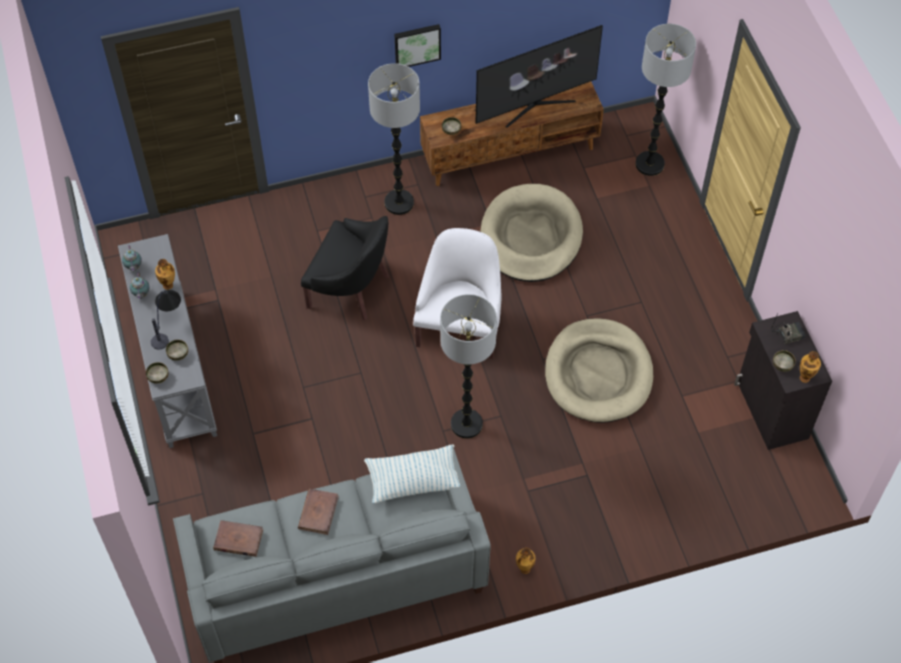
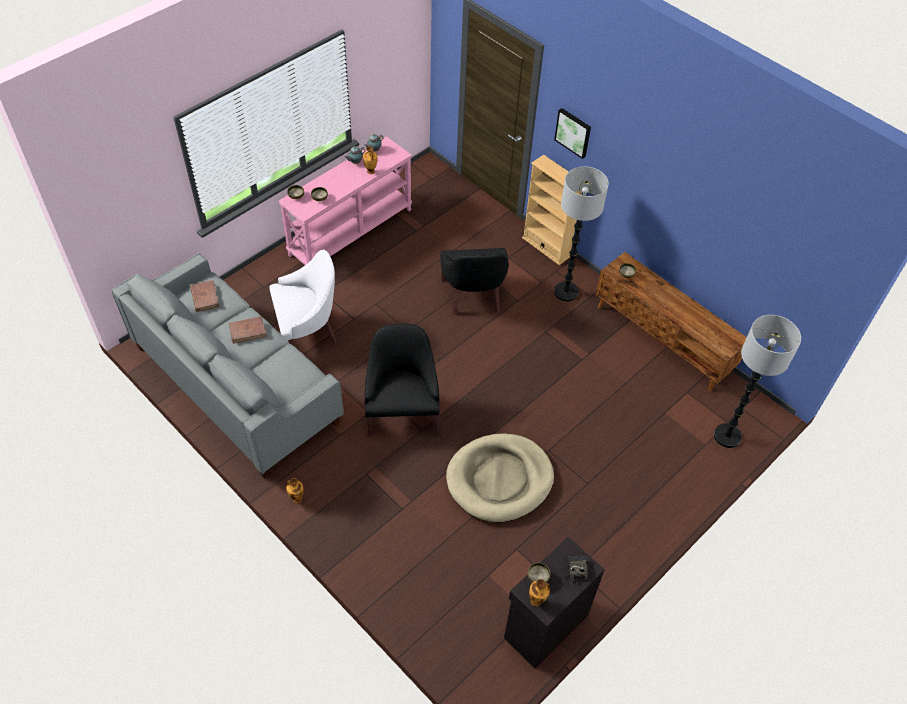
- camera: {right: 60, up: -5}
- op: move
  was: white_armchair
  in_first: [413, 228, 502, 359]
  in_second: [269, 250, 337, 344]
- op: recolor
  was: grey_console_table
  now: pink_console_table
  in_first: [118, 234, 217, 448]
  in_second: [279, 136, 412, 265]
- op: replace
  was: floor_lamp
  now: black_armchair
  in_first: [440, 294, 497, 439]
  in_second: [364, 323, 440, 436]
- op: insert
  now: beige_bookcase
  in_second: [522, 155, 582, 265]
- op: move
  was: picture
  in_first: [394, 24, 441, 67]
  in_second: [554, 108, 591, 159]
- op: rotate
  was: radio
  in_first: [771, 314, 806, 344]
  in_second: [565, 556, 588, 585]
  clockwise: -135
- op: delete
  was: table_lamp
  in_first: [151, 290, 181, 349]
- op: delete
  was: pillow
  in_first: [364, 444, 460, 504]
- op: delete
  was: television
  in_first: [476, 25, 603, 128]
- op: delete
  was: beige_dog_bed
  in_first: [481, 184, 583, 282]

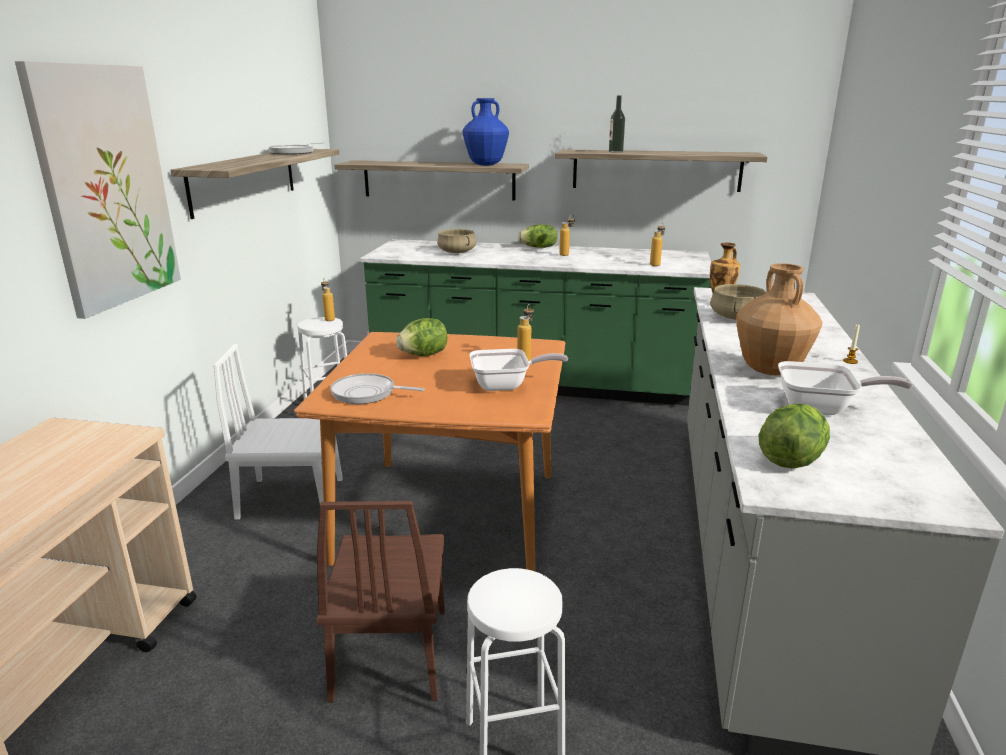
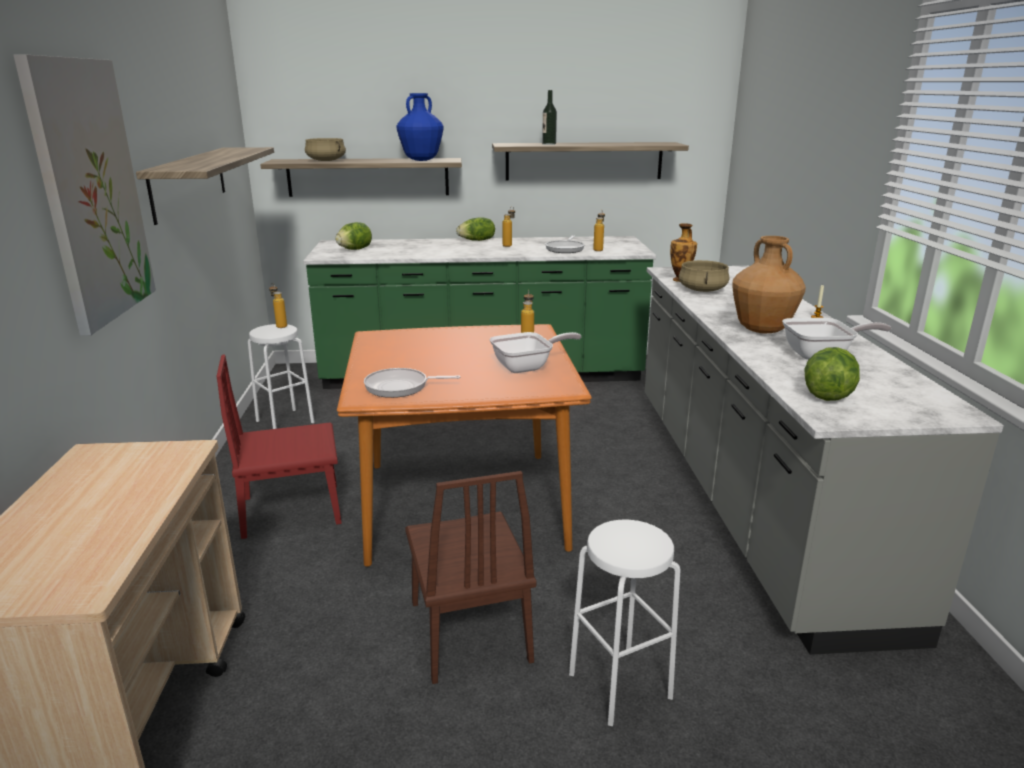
- camera: {right: -15, up: 0}
- op: recolor
  was: white_chair
  now: red_chair
  in_first: [213, 344, 343, 520]
  in_second: [216, 354, 342, 539]
- op: move
  was: beige_cooking_pot
  in_first: [437, 229, 476, 253]
  in_second: [305, 138, 346, 161]
- op: move
  was: lettuce
  in_first: [396, 318, 448, 356]
  in_second: [335, 222, 372, 250]
- op: move
  was: frying_pan
  in_first: [268, 142, 325, 155]
  in_second: [545, 235, 584, 253]

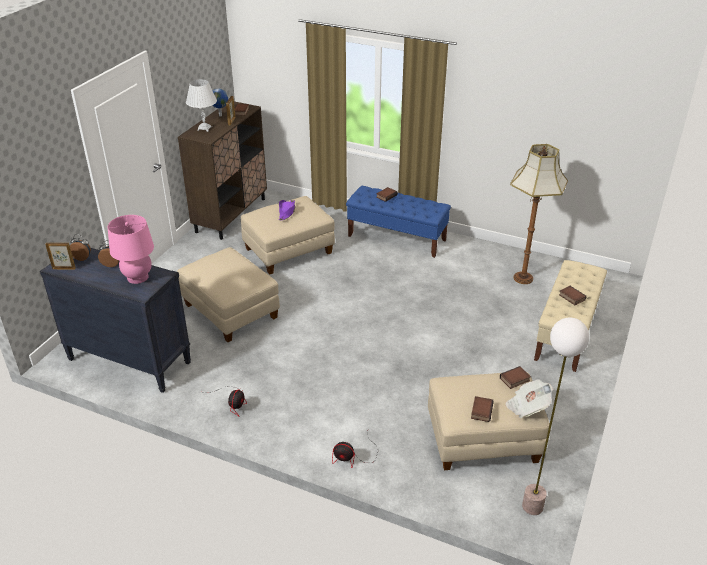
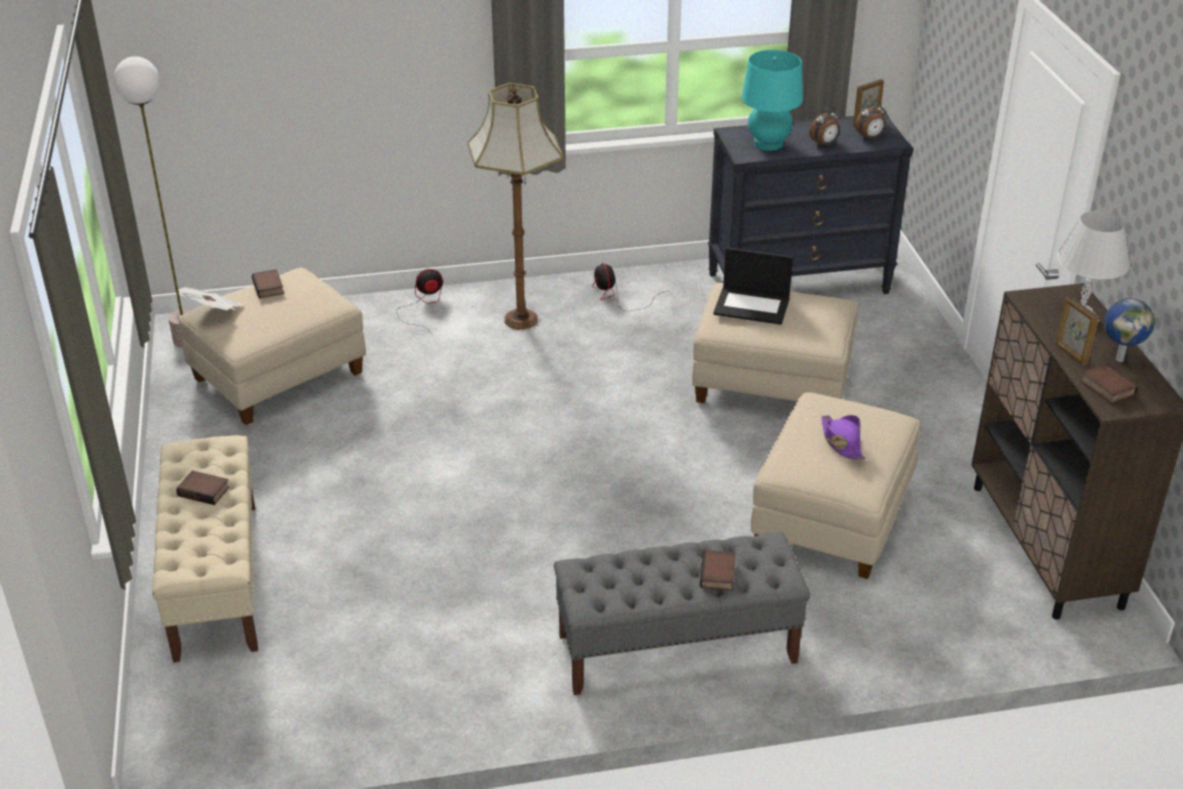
- camera: {right: 145, up: 0}
- op: move
  was: floor_lamp
  in_first: [510, 144, 568, 284]
  in_second: [468, 83, 563, 329]
- op: recolor
  was: blue_bench
  now: grey_bench
  in_first: [346, 186, 451, 258]
  in_second: [554, 532, 810, 695]
- op: insert
  now: laptop
  in_second: [713, 247, 793, 325]
- op: recolor
  was: pink_table_lamp
  now: turquoise_table_lamp
  in_first: [108, 215, 154, 284]
  in_second: [742, 50, 803, 151]
- op: delete
  was: book
  in_first: [500, 366, 531, 389]

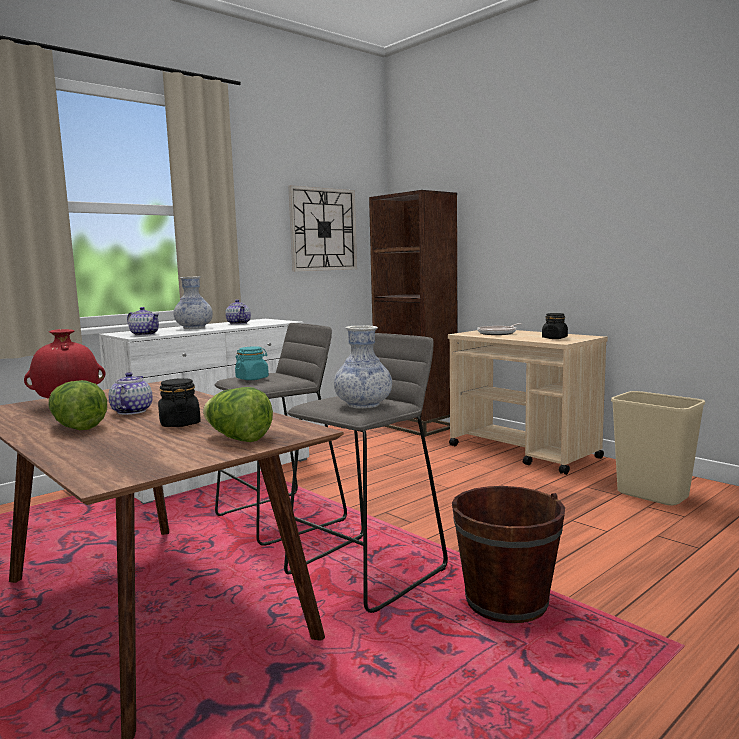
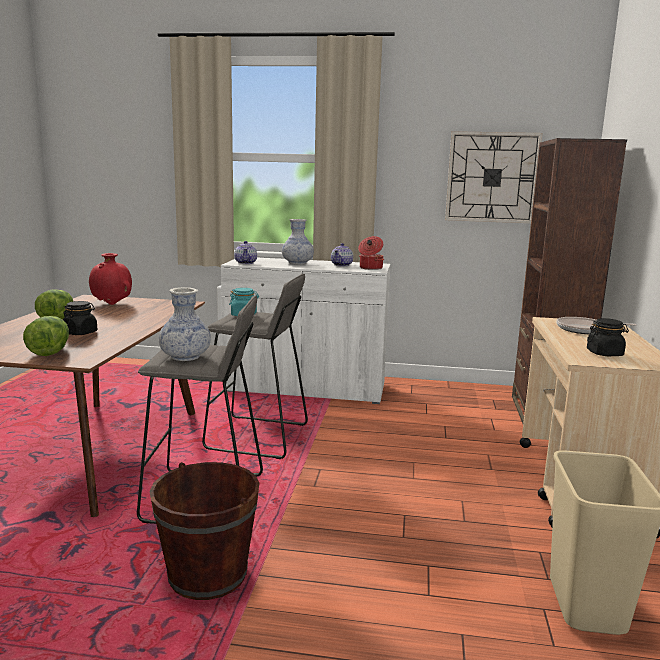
- camera: {right: 50, up: 5}
- op: insert
  now: cooking_pot
  in_second: [358, 236, 384, 270]
- op: delete
  was: teapot
  in_first: [108, 372, 153, 415]

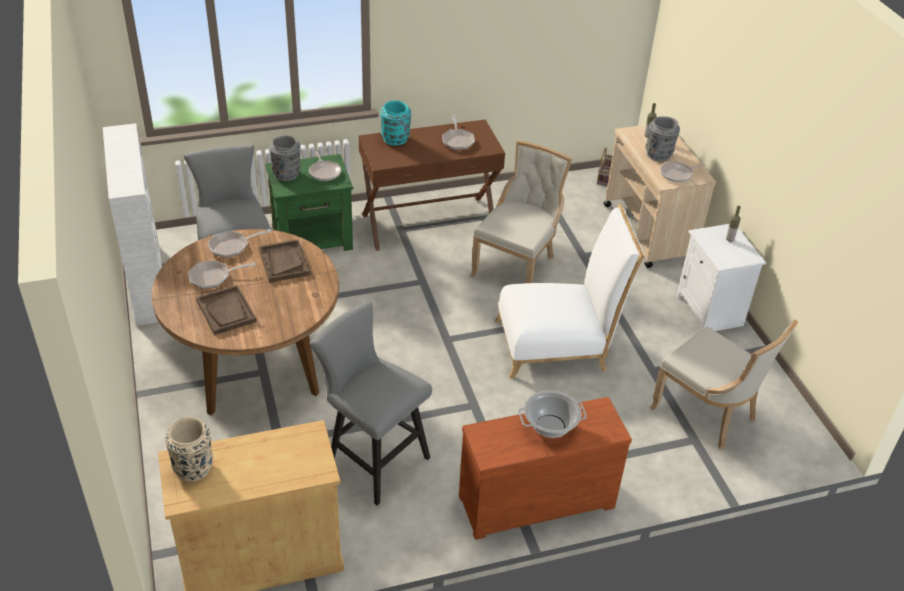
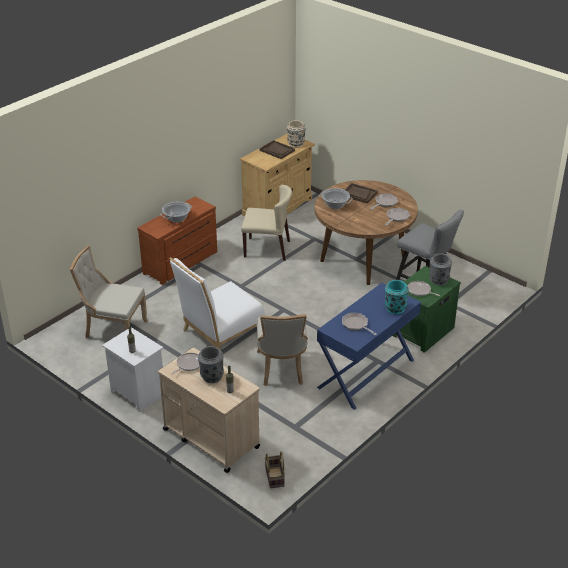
- camera: {right: 150, up: -5}
- op: replace
  was: grey_stool
  now: beige_chair
  in_first: [310, 300, 432, 506]
  in_second: [241, 185, 292, 261]
- op: move
  was: brown_tray
  in_first: [258, 239, 311, 283]
  in_second: [259, 140, 295, 159]
- op: recolor
  was: brown_console_table
  now: blue_console_table
  in_first: [358, 119, 505, 251]
  in_second: [317, 283, 421, 410]
- op: insert
  now: cooking_pot
  in_second: [319, 188, 353, 209]
- op: delete
  was: white_bookcase
  in_first: [103, 123, 162, 326]

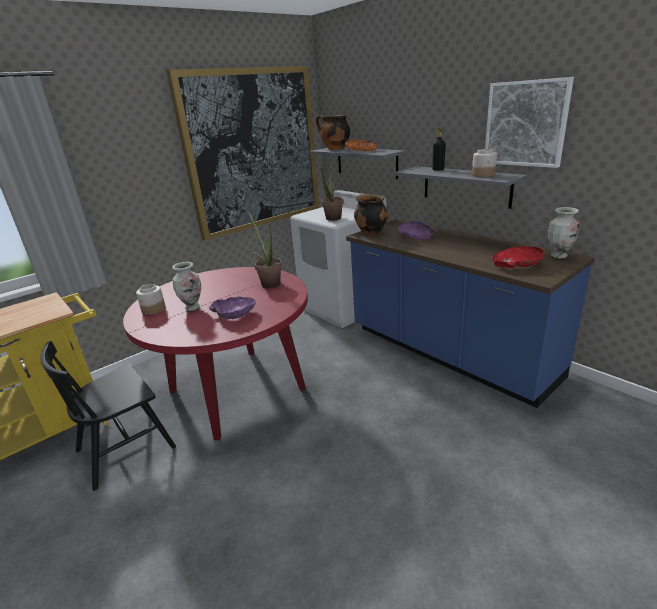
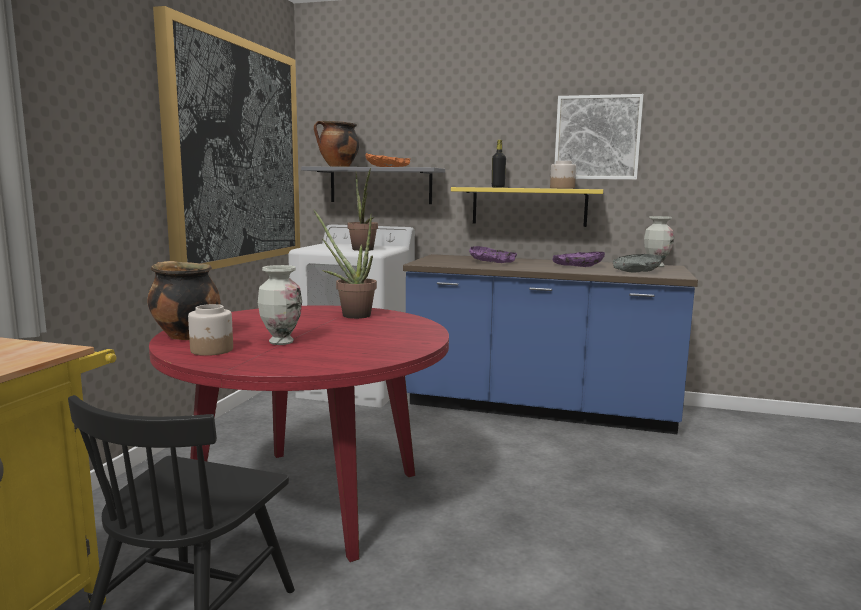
- camera: {right: -35, up: -15}
- op: move
  was: cooking_pot
  in_first: [354, 194, 388, 235]
  in_second: [147, 261, 220, 340]
- op: recolor
  was: grey_shelf
  now: yellow_shelf
  in_first: [394, 166, 528, 209]
  in_second: [451, 187, 603, 227]
- op: move
  was: purple_bowl
  in_first: [209, 297, 255, 319]
  in_second: [552, 252, 605, 267]
- op: recolor
  was: red_bowl
  now: grey_bowl
  in_first: [492, 246, 545, 268]
  in_second: [613, 254, 662, 272]

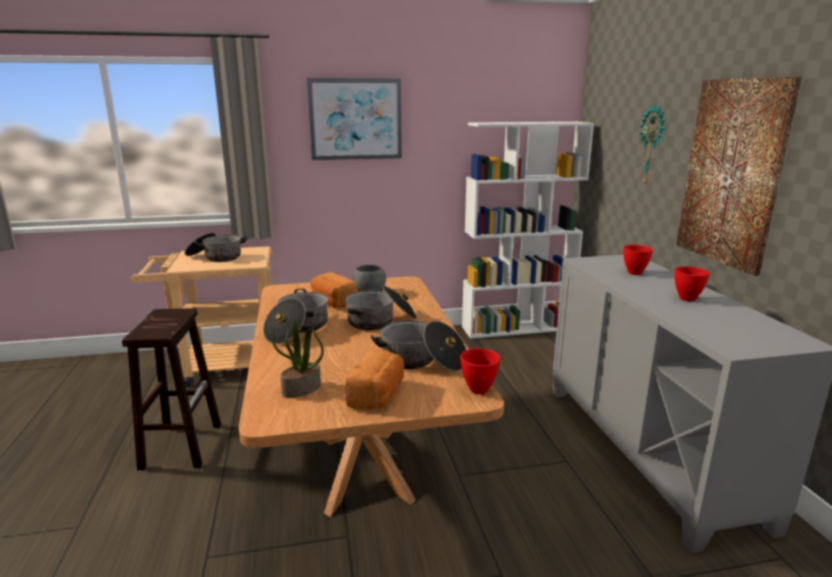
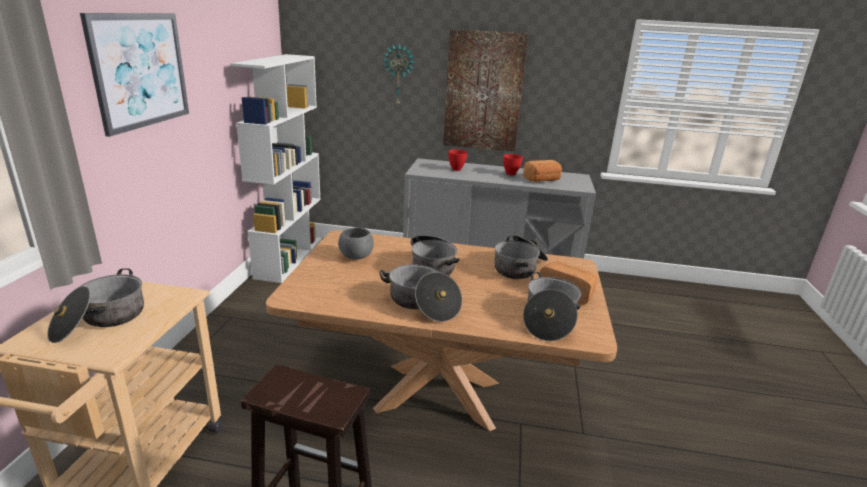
- camera: {right: -70, up: 5}
- op: move
  was: bread
  in_first: [311, 272, 358, 308]
  in_second: [523, 160, 562, 182]
- op: replace
  was: potted_plant
  now: cooking_pot
  in_first: [272, 318, 324, 398]
  in_second: [523, 272, 581, 341]
- op: delete
  was: red_bowl
  in_first: [460, 348, 500, 394]

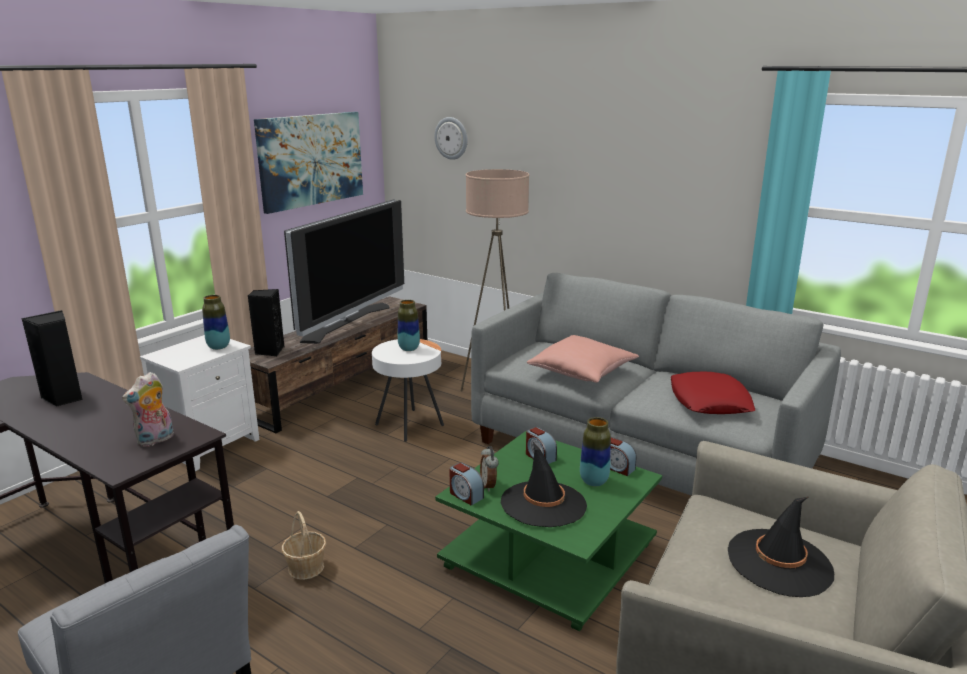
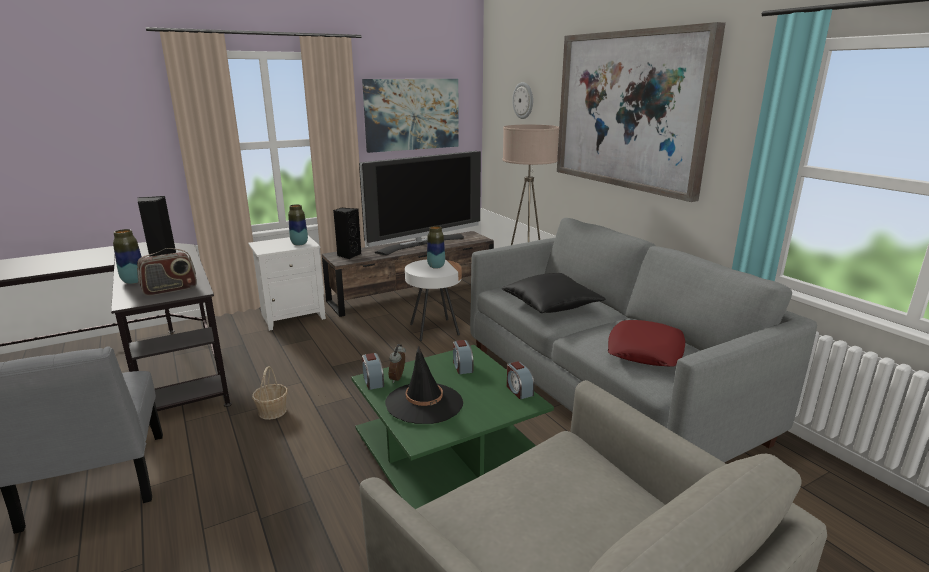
- camera: {right: 25, up: 0}
- op: move
  was: vase
  in_first: [580, 417, 611, 486]
  in_second: [113, 229, 142, 284]
- op: replace
  was: plush_toy
  now: radio
  in_first: [122, 372, 174, 447]
  in_second: [137, 248, 197, 296]
- op: recolor
  was: pink_pillow
  now: black_pillow
  in_first: [527, 335, 639, 383]
  in_second: [502, 273, 605, 313]
- op: insert
  now: picture
  in_second: [557, 22, 726, 202]
- op: delete
  was: black_hat
  in_first: [728, 497, 834, 597]

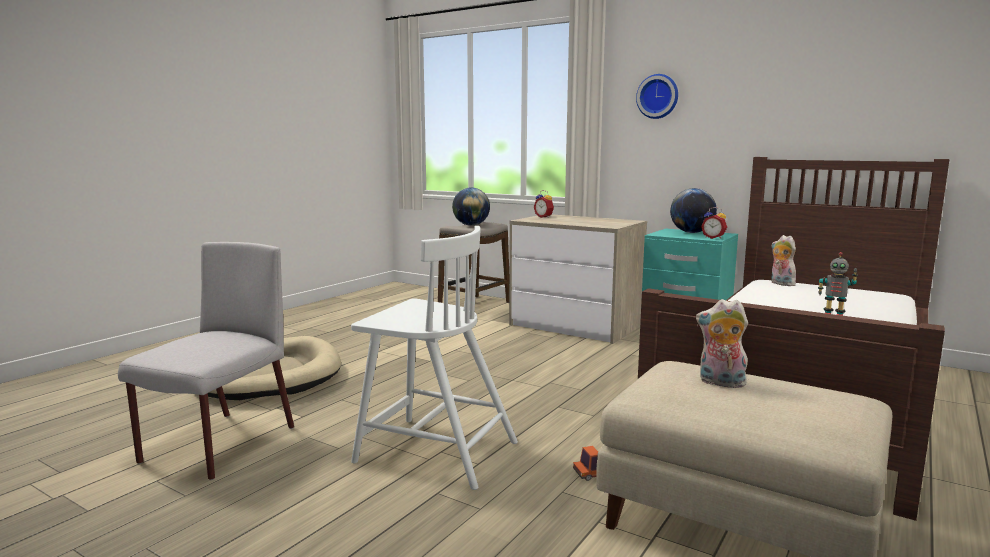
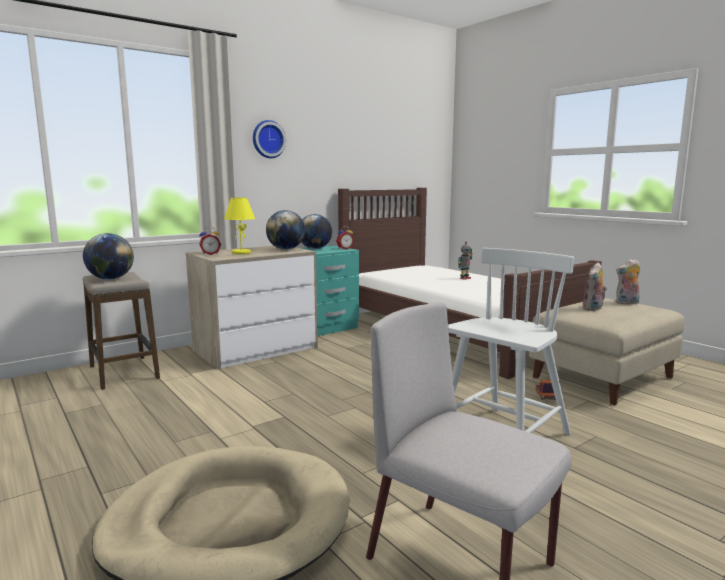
- camera: {right: -70, up: 0}
- op: insert
  now: yellow_table_lamp
  in_second: [224, 198, 255, 254]
- op: insert
  now: globe
  in_second: [266, 210, 305, 250]
- op: move
  was: plush_toy
  in_first: [771, 235, 797, 286]
  in_second: [616, 259, 640, 304]

